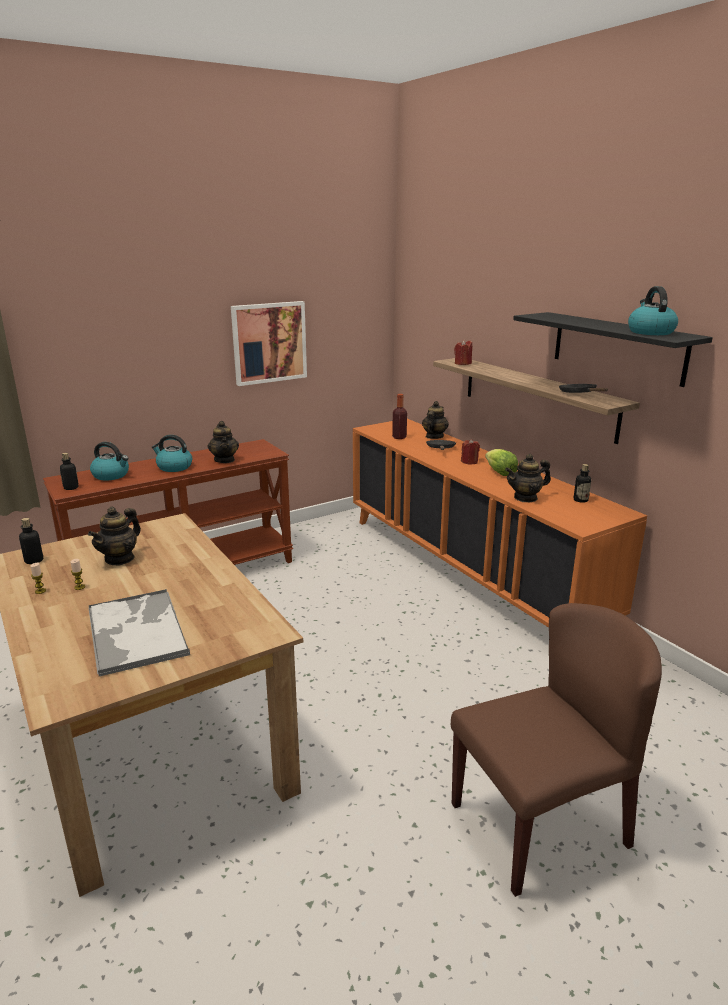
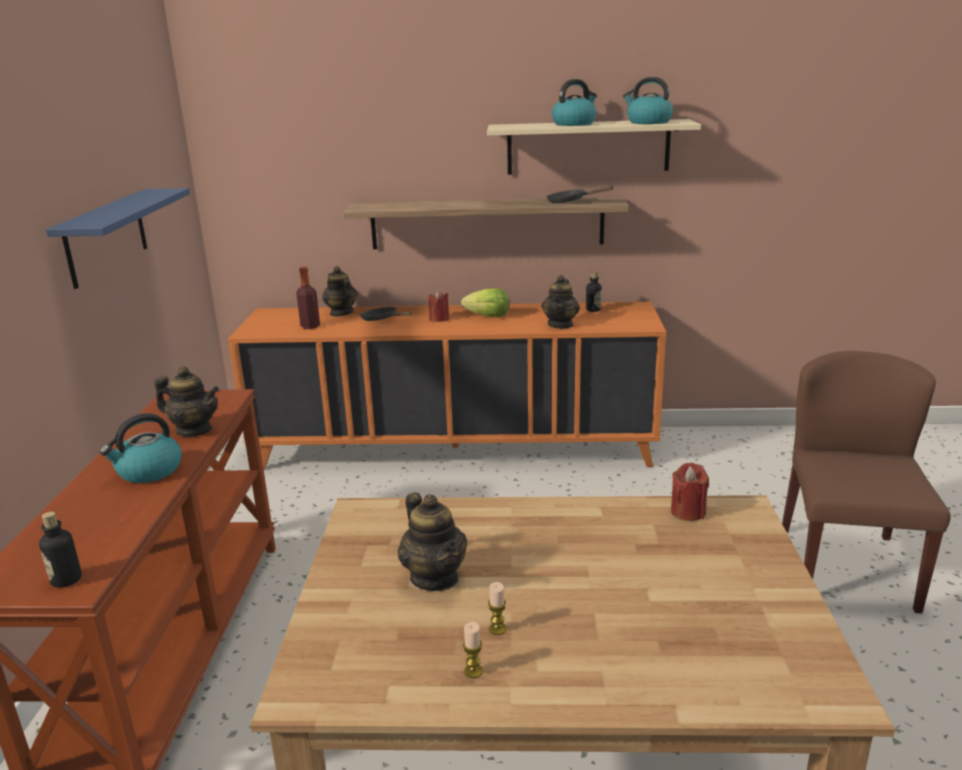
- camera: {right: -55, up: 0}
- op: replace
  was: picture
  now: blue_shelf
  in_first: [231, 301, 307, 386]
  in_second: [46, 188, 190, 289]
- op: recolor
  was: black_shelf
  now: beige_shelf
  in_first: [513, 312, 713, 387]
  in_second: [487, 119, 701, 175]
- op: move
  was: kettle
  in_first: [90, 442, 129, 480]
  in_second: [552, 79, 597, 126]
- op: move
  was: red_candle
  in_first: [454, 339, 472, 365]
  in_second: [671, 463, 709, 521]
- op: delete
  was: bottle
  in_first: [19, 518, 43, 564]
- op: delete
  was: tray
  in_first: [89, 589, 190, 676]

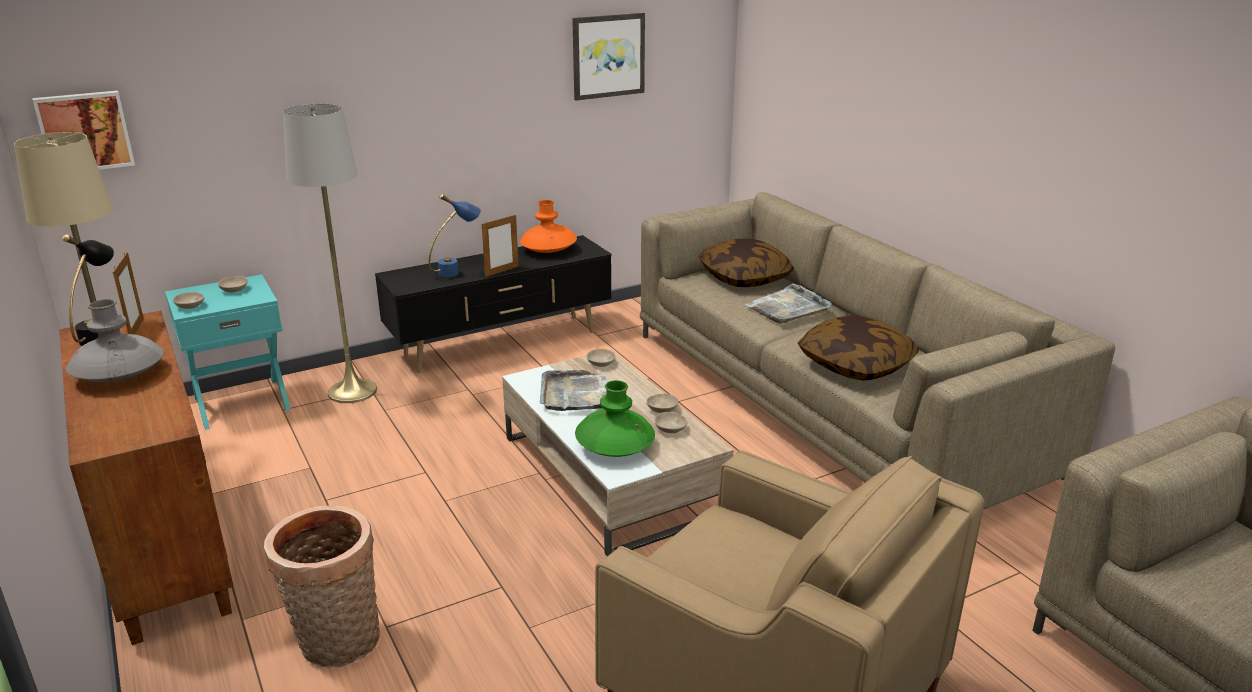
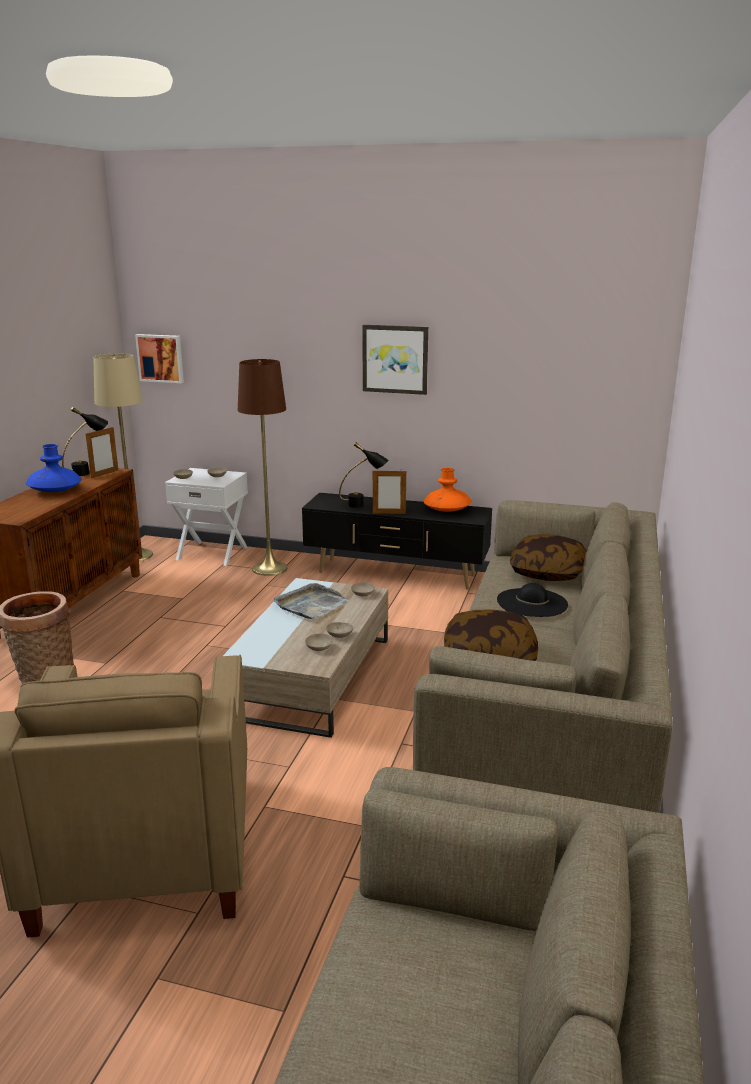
- camera: {right: 45, up: -5}
- op: recolor
  was: grey_vase
  now: blue_vase
  in_first: [66, 299, 164, 382]
  in_second: [26, 444, 82, 492]
- op: recolor
  was: turquoise_nightstand
  now: white_nightstand
  in_first: [165, 275, 291, 430]
  in_second: [165, 468, 248, 566]
- op: recolor
  was: grey_floor_lamp
  now: brown_floor_lamp
  in_first: [283, 104, 377, 403]
  in_second: [238, 359, 287, 576]
- op: recolor
  was: blue_table_lamp
  now: black_table_lamp
  in_first: [429, 194, 481, 278]
  in_second: [339, 443, 388, 508]
- op: move
  was: picture
  in_first: [572, 13, 645, 101]
  in_second: [362, 325, 428, 395]
- op: replace
  was: grey_tray
  now: black_hat
  in_first: [745, 284, 831, 324]
  in_second: [497, 583, 568, 617]
- op: delete
  was: green_vase
  in_first: [575, 380, 655, 457]

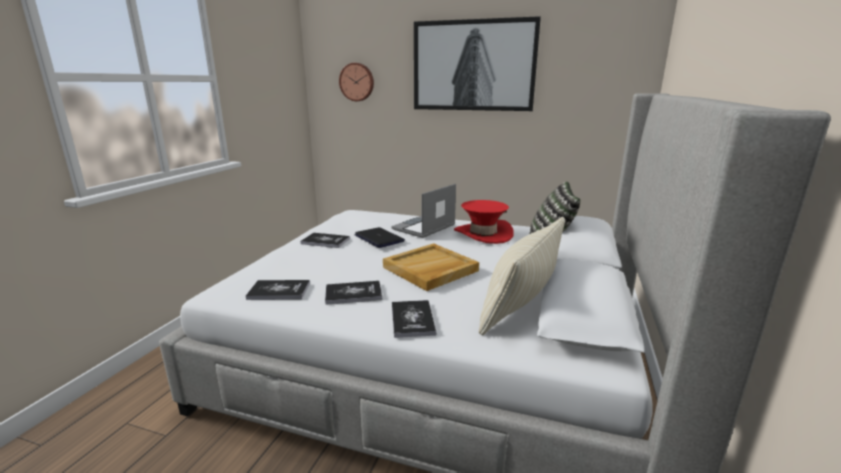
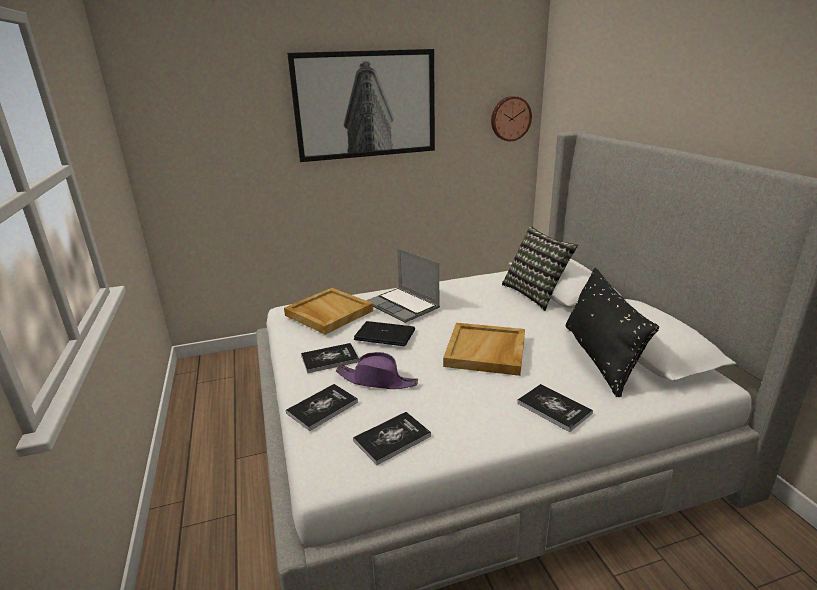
- camera: {right: -35, up: 5}
- op: insert
  now: beige_tray
  in_second: [284, 288, 373, 335]
- op: move
  was: book
  in_first: [325, 281, 382, 305]
  in_second: [286, 384, 358, 431]
- op: insert
  now: purple_hat
  in_second: [336, 352, 418, 389]
- op: rotate
  was: laptop
  in_first: [391, 184, 456, 238]
  in_second: [366, 248, 440, 323]
  clockwise: -45
- op: move
  was: wall_clock
  in_first: [339, 63, 374, 101]
  in_second: [491, 96, 532, 141]
- op: recolor
  was: beige_pillow
  now: black_pillow
  in_first: [479, 217, 565, 335]
  in_second: [566, 268, 659, 397]
- op: delete
  was: red_hat
  in_first: [454, 200, 514, 244]

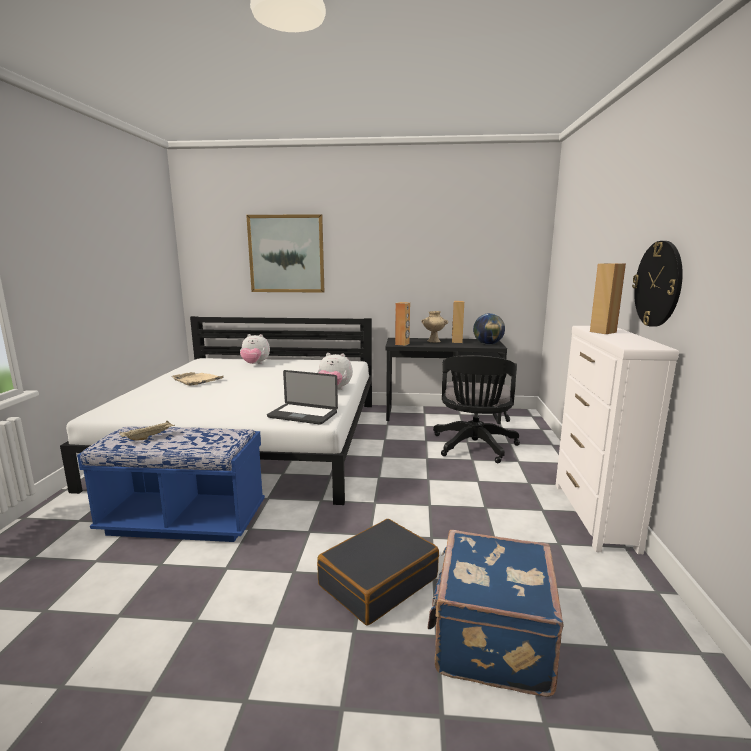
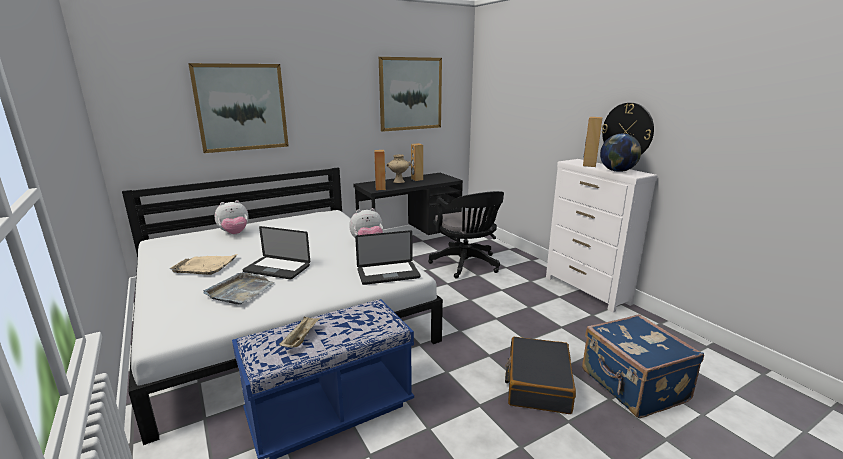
- camera: {right: -35, up: 5}
- op: insert
  now: grey_tray
  in_second: [203, 272, 275, 305]
- op: insert
  now: laptop
  in_second: [242, 226, 310, 279]
- op: insert
  now: picture
  in_second: [379, 57, 442, 132]
- op: move
  was: globe
  in_first: [473, 313, 505, 345]
  in_second: [600, 134, 641, 172]

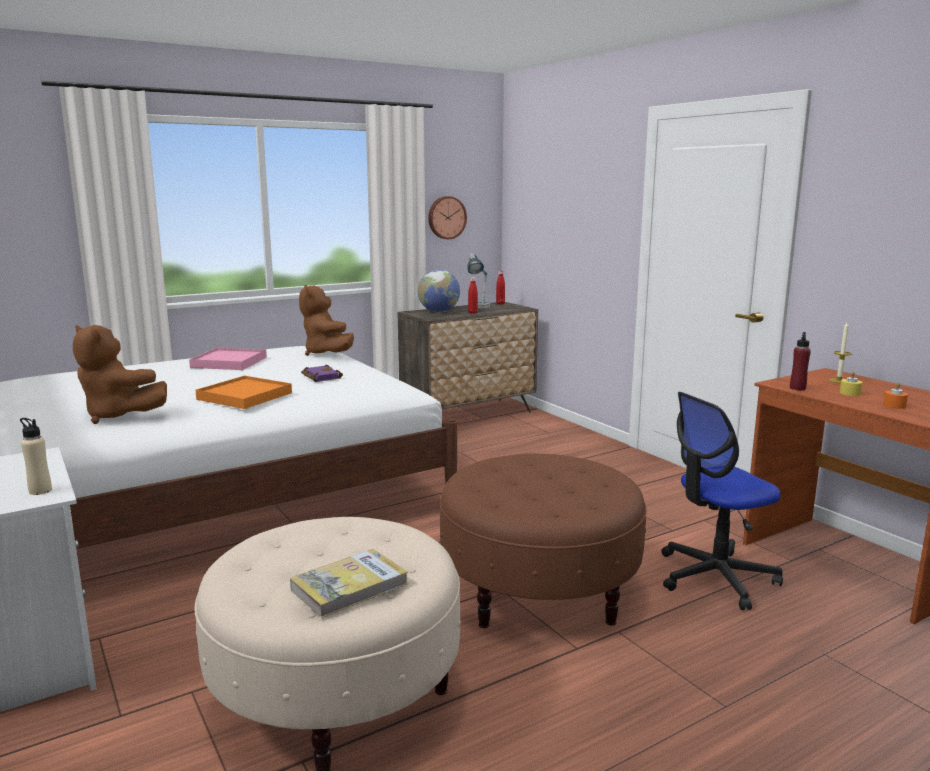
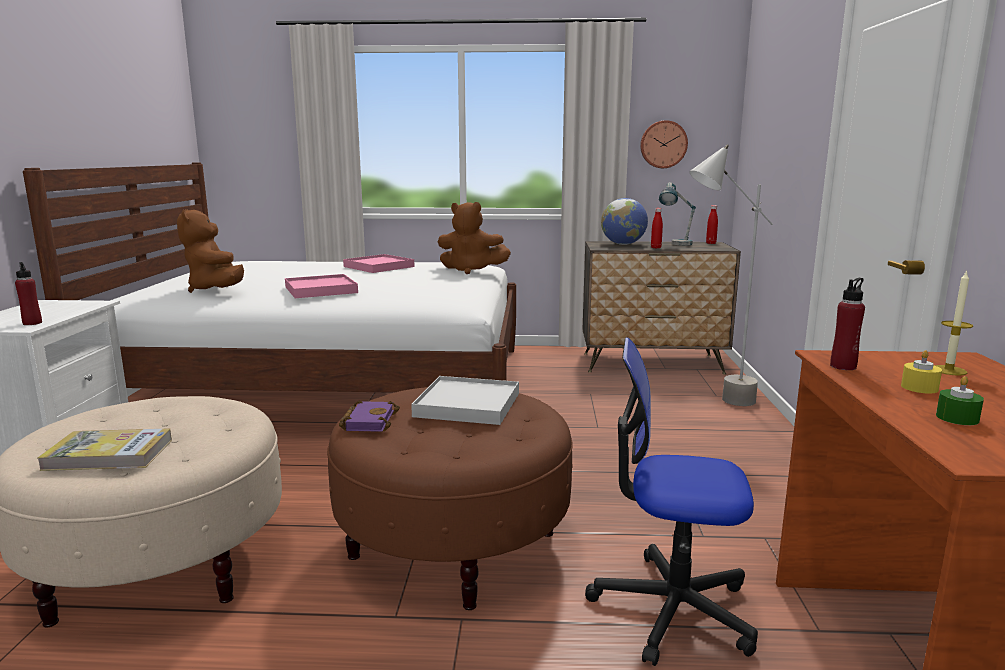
- camera: {right: 35, up: 0}
- op: recolor
  was: beige_bottle
  now: red_bottle
  in_first: [20, 418, 52, 495]
  in_second: [15, 262, 42, 325]
- op: recolor
  was: orange_tray
  now: pink_tray
  in_first: [195, 376, 292, 409]
  in_second: [285, 274, 358, 298]
- op: move
  was: purple_book
  in_first: [301, 364, 343, 382]
  in_second: [339, 400, 400, 432]
- op: insert
  now: white_tray
  in_second: [411, 376, 519, 425]
- op: rotate
  was: brown_plush_toy
  in_first: [299, 285, 354, 356]
  in_second: [438, 202, 511, 274]
  clockwise: -90
- op: insert
  now: grey_floor_lamp
  in_second: [689, 144, 773, 406]
- op: recolor
  was: orange_candle
  now: green_candle
  in_first: [883, 382, 908, 409]
  in_second: [936, 376, 984, 425]

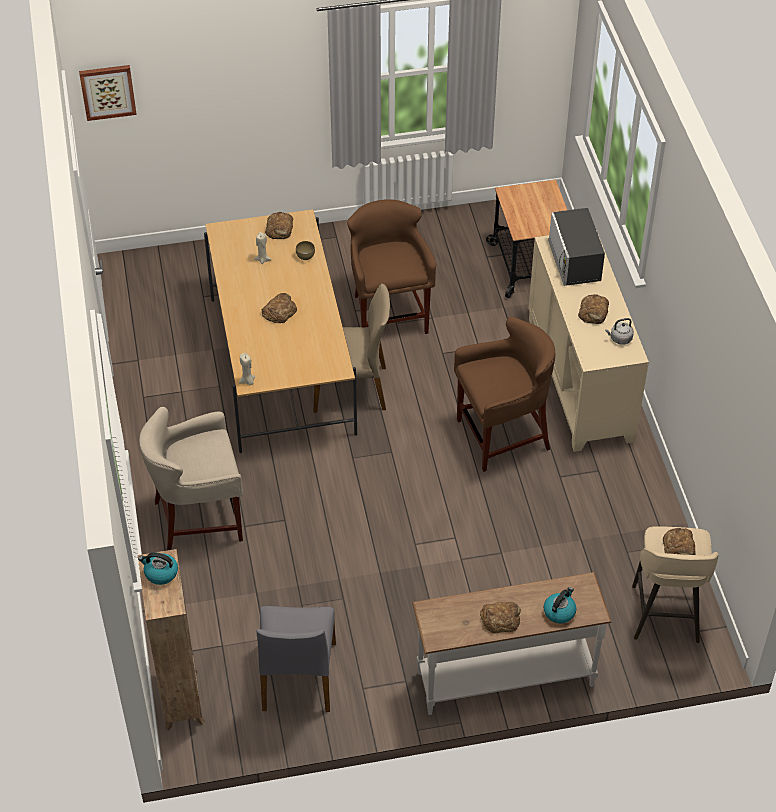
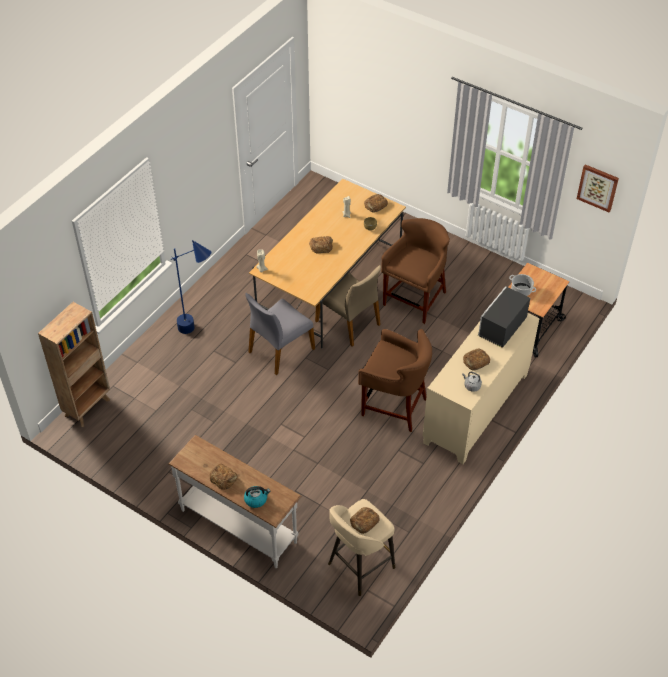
- camera: {right: 45, up: 0}
- op: replace
  was: beige_stool
  now: blue_floor_lamp
  in_first: [139, 407, 243, 550]
  in_second: [171, 240, 212, 334]
- op: move
  was: grey_chair
  in_first: [257, 606, 336, 712]
  in_second: [245, 293, 315, 375]
- op: insert
  now: cooking_pot
  in_second: [509, 274, 536, 296]
- op: move
  was: picture
  in_first: [79, 65, 137, 121]
  in_second: [577, 165, 619, 212]
- op: delete
  was: kettle
  in_first: [138, 552, 178, 585]

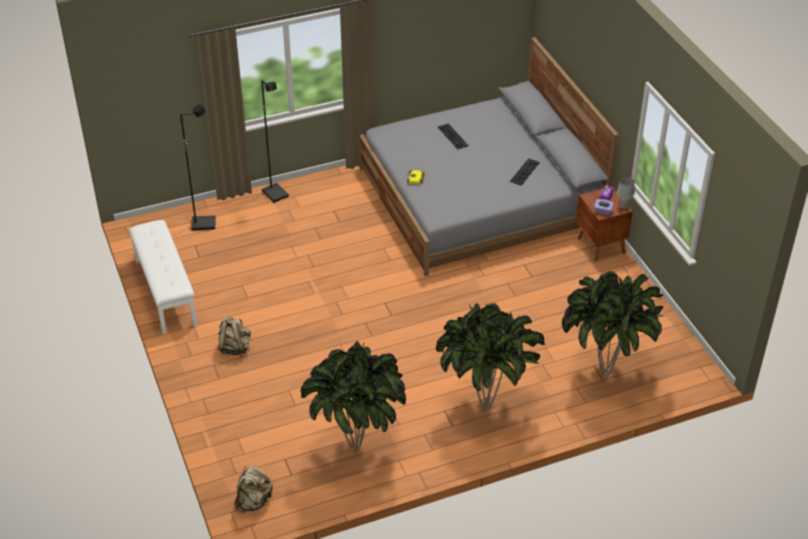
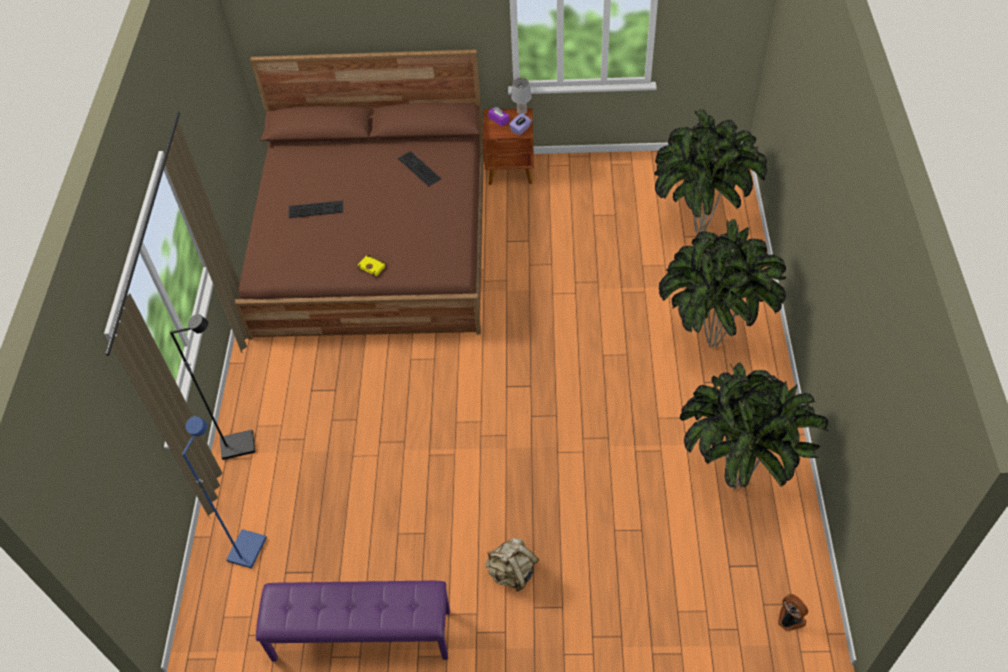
- camera: {right: -65, up: 10}
- op: recolor
  was: black_floor_lamp
  now: blue_floor_lamp
  in_first: [180, 105, 216, 231]
  in_second: [182, 416, 267, 569]
- op: recolor
  was: grey_bed
  now: brown_bed
  in_first: [359, 37, 619, 276]
  in_second: [235, 49, 484, 340]
- op: recolor
  was: white_bench
  now: purple_bench
  in_first: [129, 220, 197, 334]
  in_second: [256, 580, 450, 662]
- op: replace
  was: beige_backpack
  now: fan
  in_first: [234, 466, 273, 513]
  in_second: [778, 594, 808, 631]

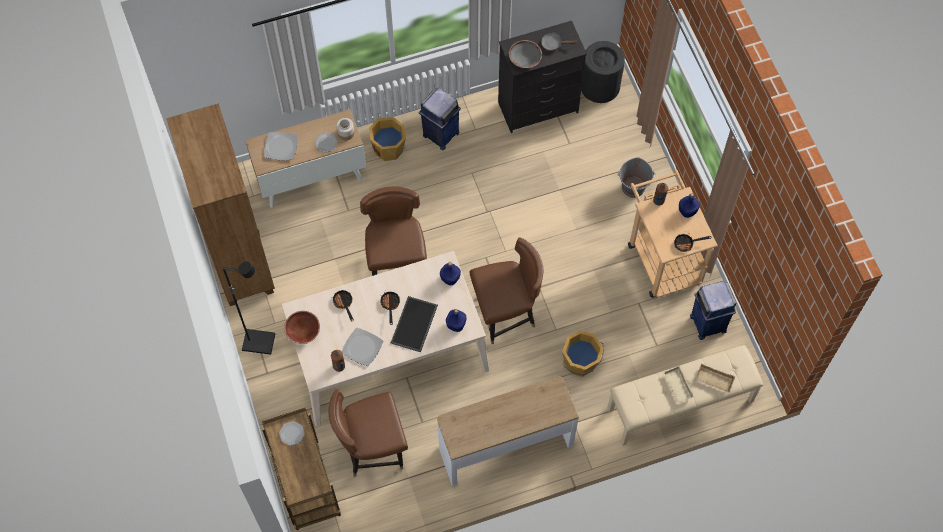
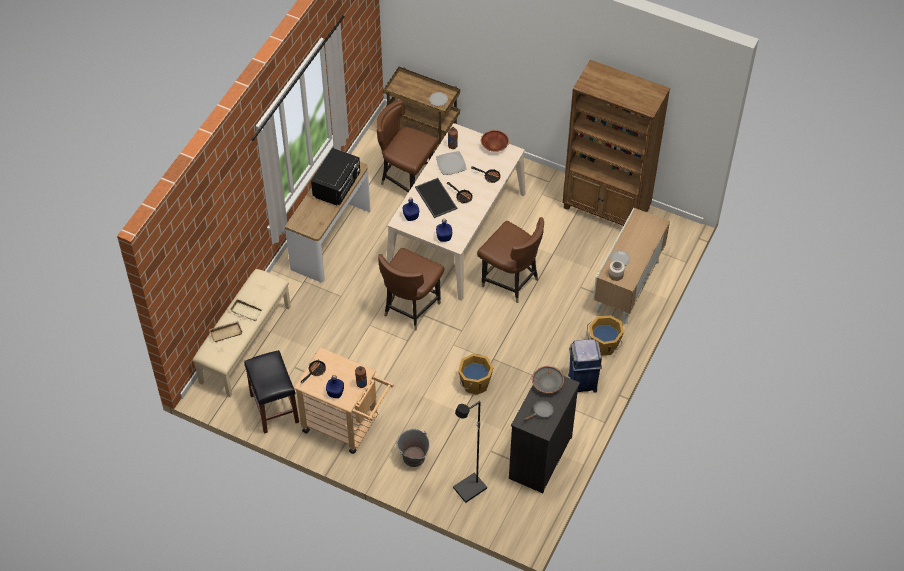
- camera: {right: 135, up: -10}
- op: replace
  was: blue_trash_can
  now: black_stool
  in_first: [690, 281, 736, 340]
  in_second: [244, 350, 299, 434]
- op: insert
  now: black_microwave
  in_second: [311, 148, 360, 206]
- op: rotate
  was: brown_chair
  in_first: [328, 389, 408, 477]
  in_second: [376, 100, 439, 192]
  clockwise: -90
- op: move
  was: black_floor_lamp
  in_first: [223, 261, 275, 355]
  in_second: [453, 401, 487, 503]
- op: move
  was: orange_bucket
  in_first: [562, 330, 604, 377]
  in_second: [458, 354, 494, 395]
- op: delete
  was: plate
  in_first: [264, 132, 297, 160]
- op: delete
  was: black_trash_can
  in_first: [581, 41, 625, 103]

